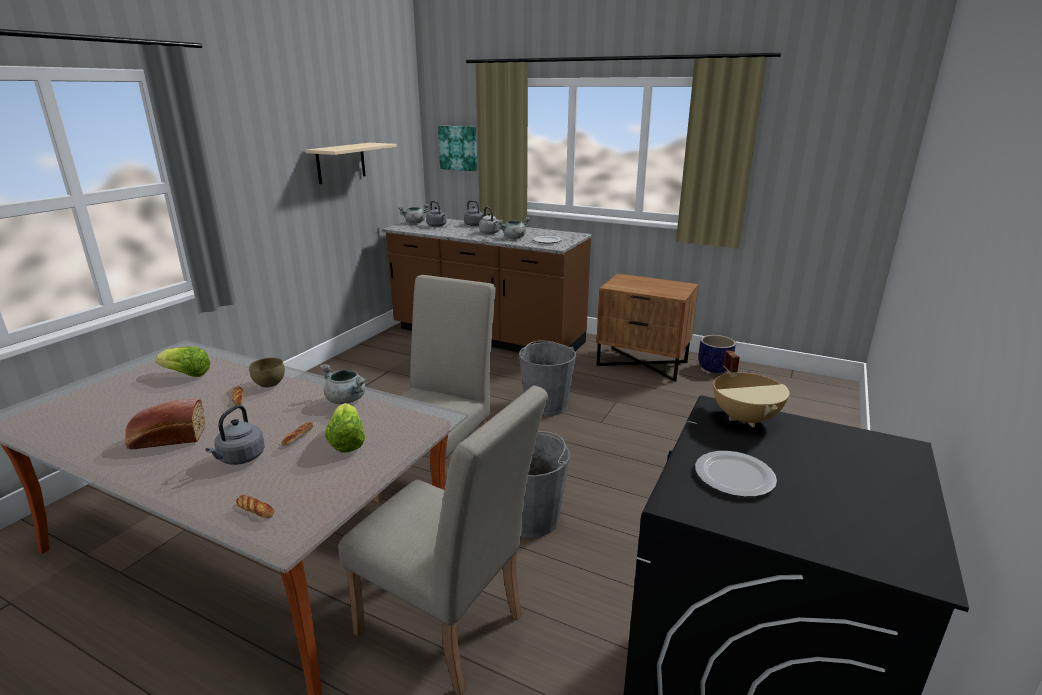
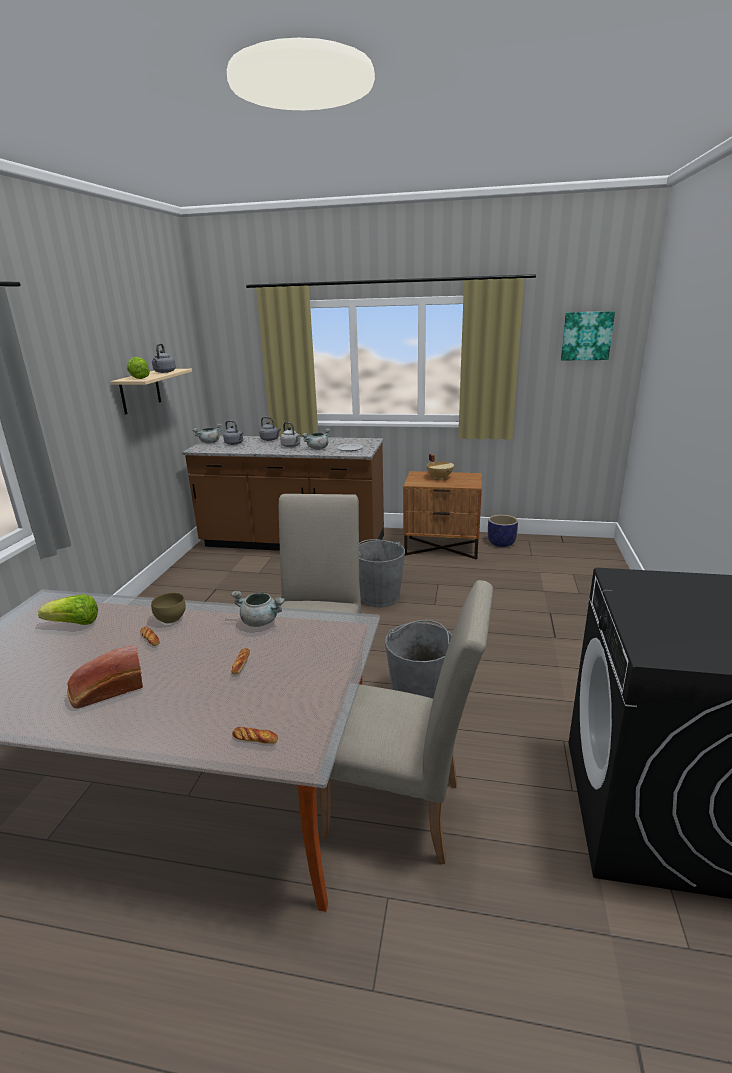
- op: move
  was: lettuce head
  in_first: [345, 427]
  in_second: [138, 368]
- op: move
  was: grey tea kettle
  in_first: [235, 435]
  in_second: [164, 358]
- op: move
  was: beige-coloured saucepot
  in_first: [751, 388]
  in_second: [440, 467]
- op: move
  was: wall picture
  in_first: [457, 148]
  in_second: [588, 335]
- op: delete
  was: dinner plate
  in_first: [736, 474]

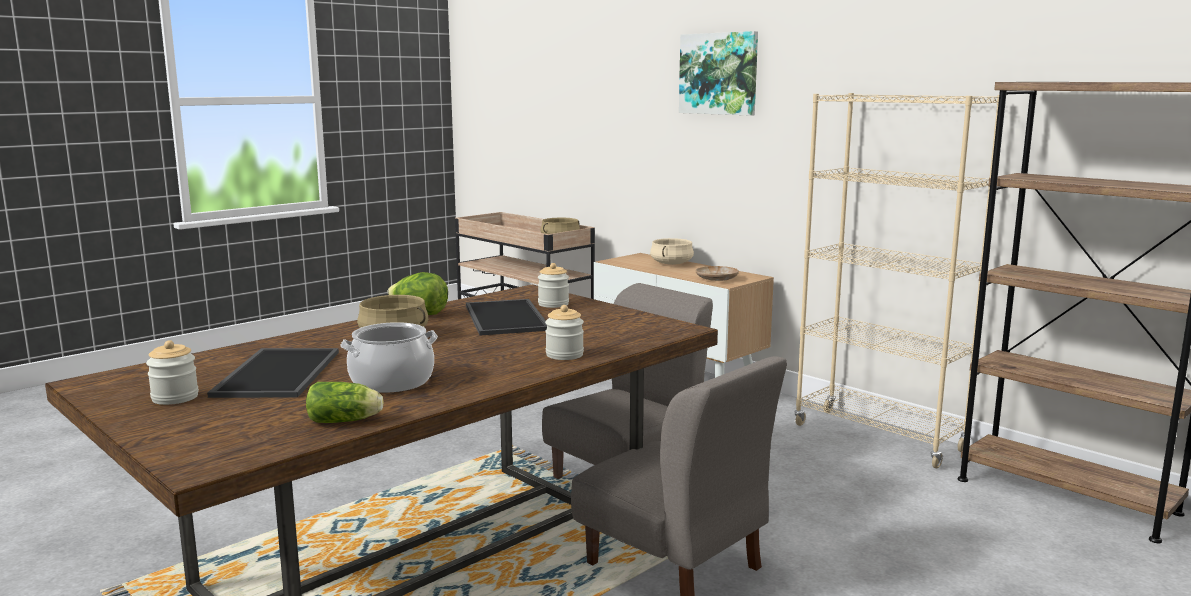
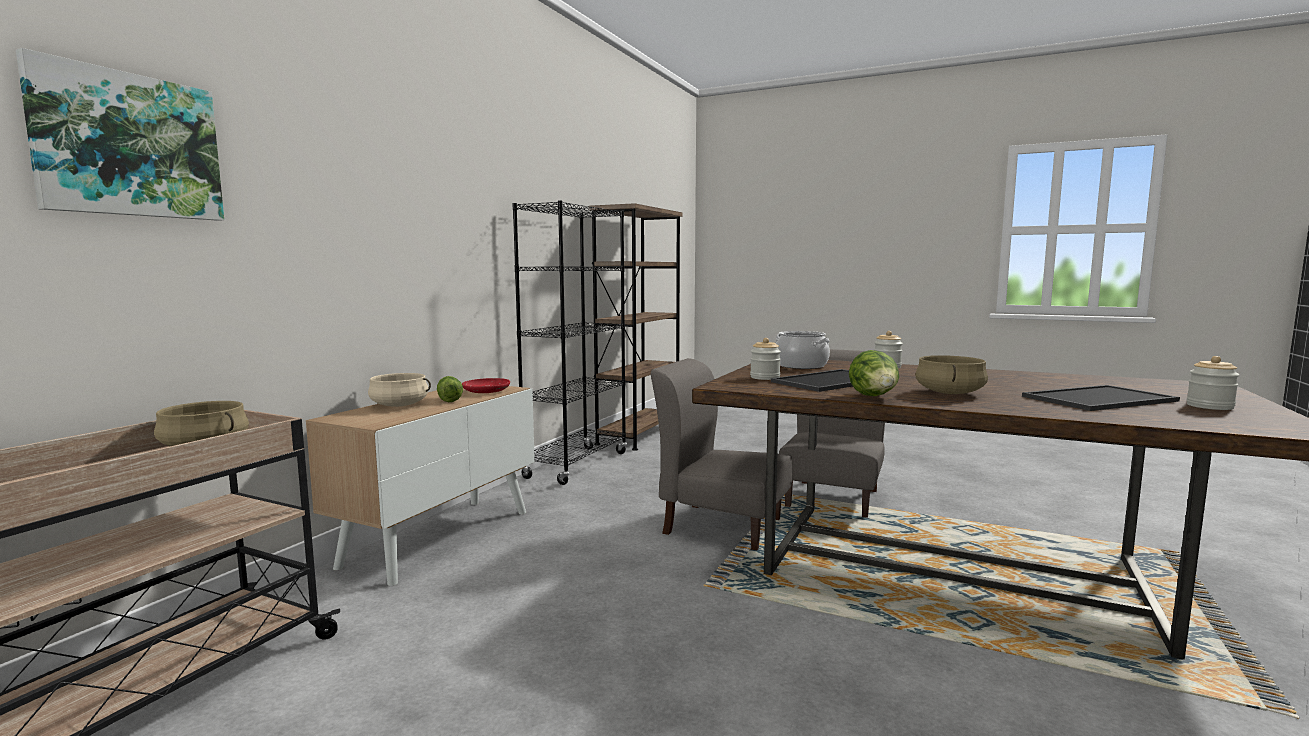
- op: move
  was: wall picture
  in_first: [718, 73]
  in_second: [120, 134]
- op: move
  was: lettuce head
  in_first: [345, 402]
  in_second: [450, 389]
- op: recolor
  was: beige-coloured dinner plate
  now: red dinner plate
  in_first: [717, 273]
  in_second: [486, 385]
- op: recolor
  was: beige-coloured shelving unit
  now: black-coloured shelving unit
  in_first: [896, 280]
  in_second: [569, 342]
- op: move
  was: saucepot
  in_first: [389, 357]
  in_second: [803, 350]

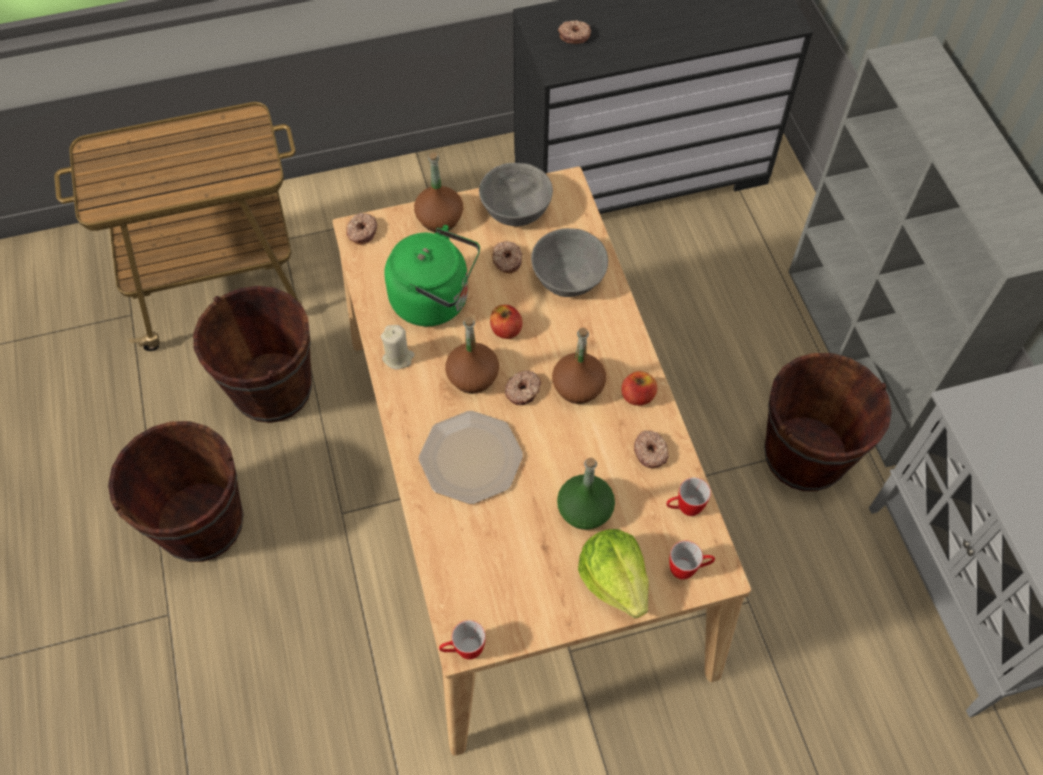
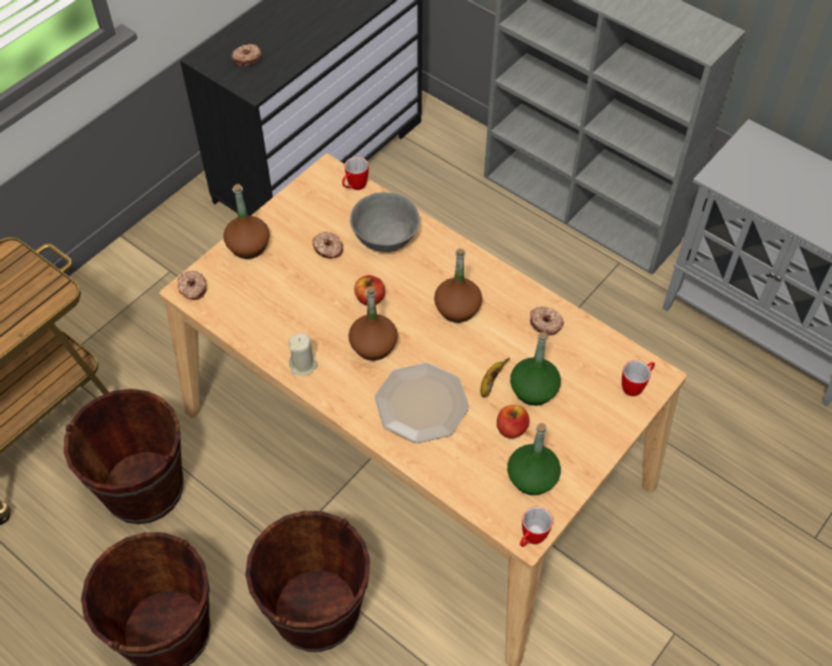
- op: move
  was: brown-coloured bucket
  in_first: [828, 422]
  in_second: [307, 581]
- op: move
  was: tea mug
  in_first: [688, 496]
  in_second: [355, 173]
- op: insert
  now: whole banana
  in_second: [495, 377]
- op: move
  was: whole apple
  in_first: [639, 388]
  in_second: [513, 422]
- op: insert
  now: green bottle
  in_second: [534, 459]
- op: delete
  was: green tea kettle
  in_first: [432, 275]
- op: delete
  was: grey bowl
  in_first: [516, 194]
- op: delete
  was: donut
  in_first: [523, 387]
- op: delete
  was: lettuce head
  in_first: [613, 573]

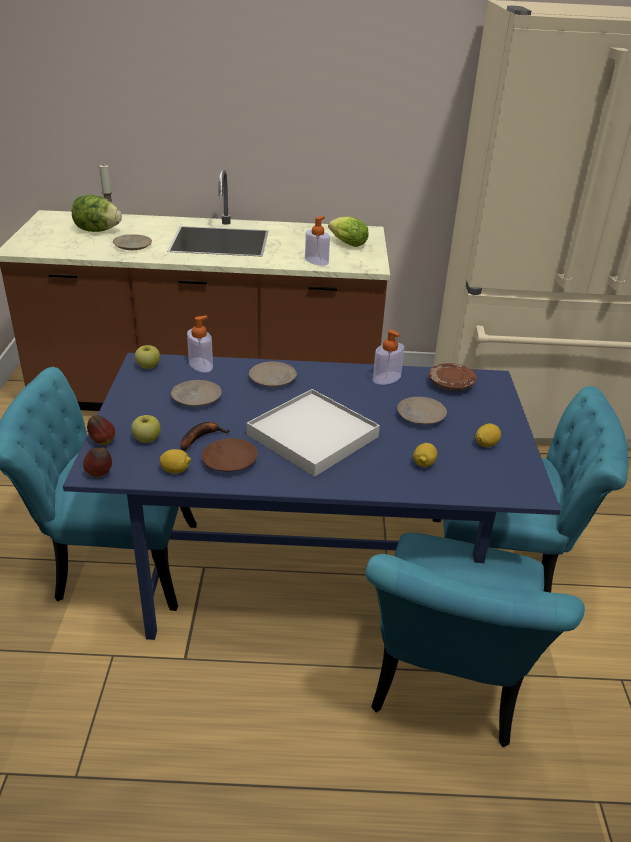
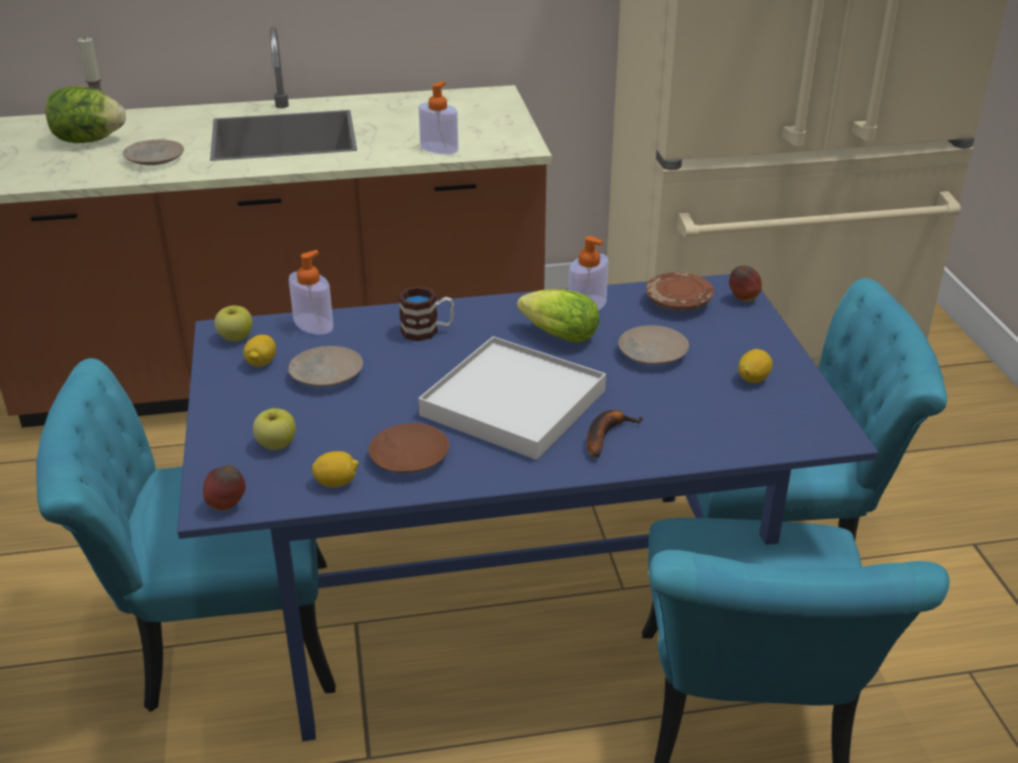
- op: move
  was: whole lemon
  in_first: [425, 455]
  in_second: [259, 351]
- op: replace
  was: beige-coloured dinner plate
  now: tea mug
  in_first: [273, 374]
  in_second: [426, 313]
- op: move
  was: lettuce head
  in_first: [348, 231]
  in_second: [558, 316]
- op: move
  was: whole banana
  in_first: [205, 436]
  in_second: [614, 434]
- op: move
  was: whole apple
  in_first: [101, 430]
  in_second: [745, 283]

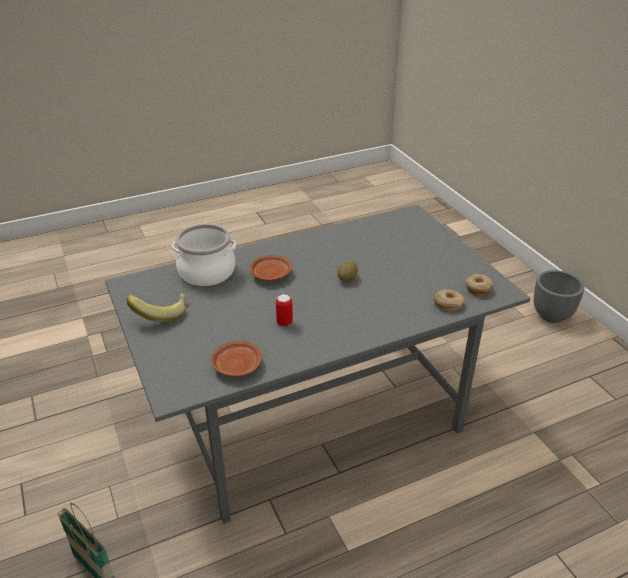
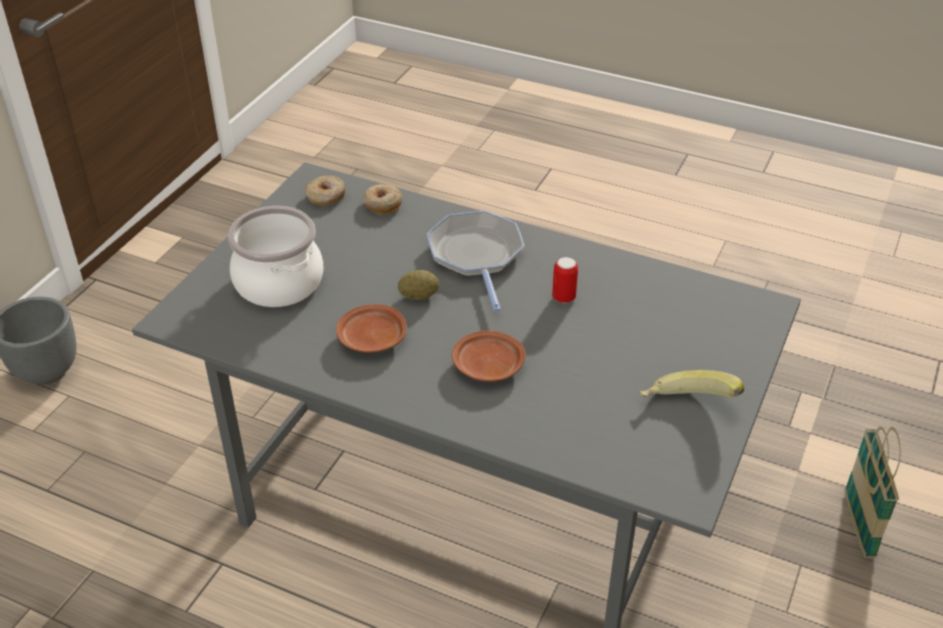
- op: move
  was: saucepot
  in_first: [204, 254]
  in_second: [276, 256]
- op: move
  was: brown-coloured dinner plate
  in_first: [236, 359]
  in_second: [371, 328]
- op: insert
  now: skillet
  in_second: [476, 261]

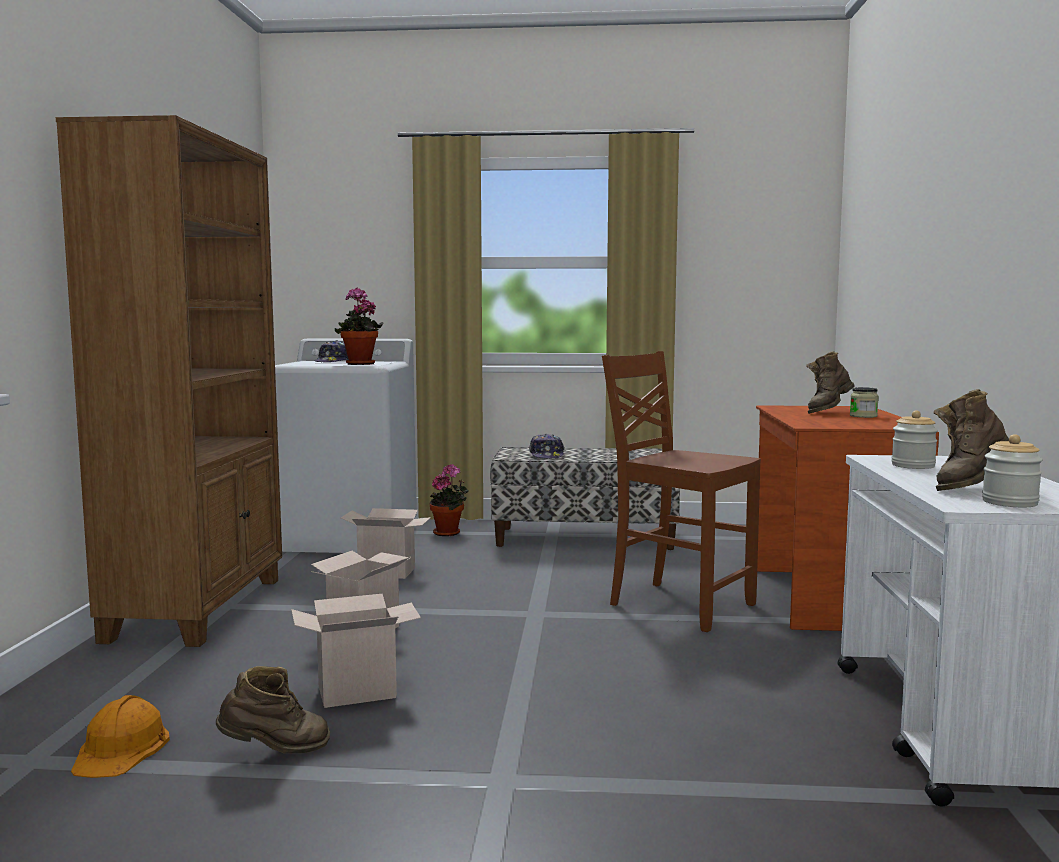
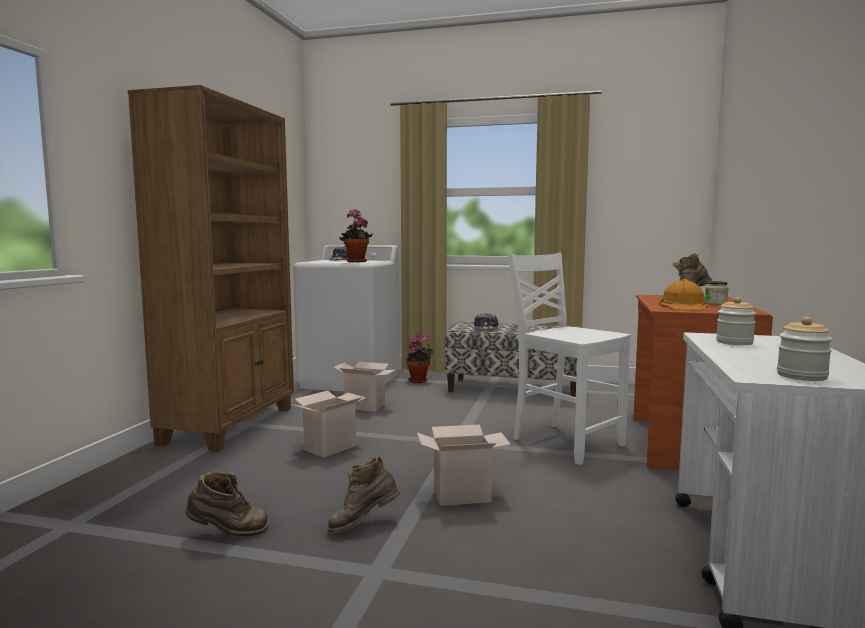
- op: move
  was: brown-coloured tall boot
  in_first: [971, 440]
  in_second: [363, 495]
- op: move
  was: carton
  in_first: [356, 651]
  in_second: [464, 465]
- op: recolor
  was: brown-coloured plain chair
  now: whitish plain chair
  in_first: [681, 491]
  in_second: [569, 359]
- op: move
  was: orange-coloured safety helmet
  in_first: [120, 736]
  in_second: [683, 294]

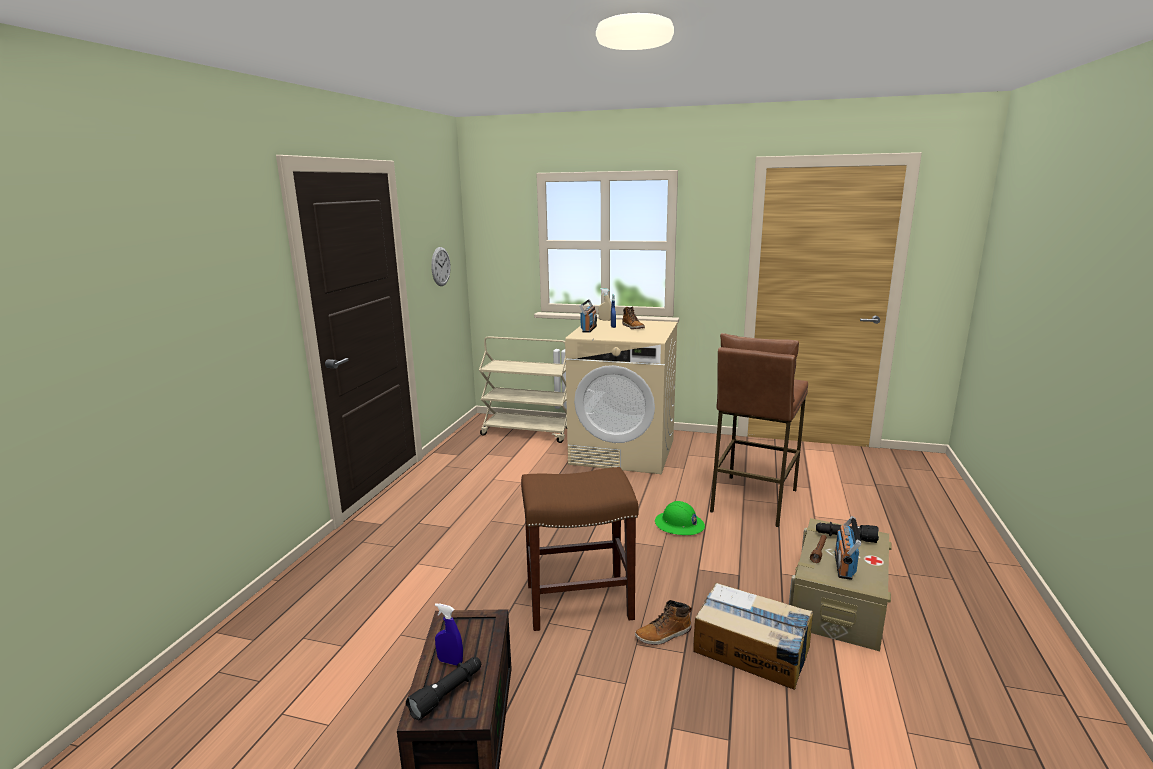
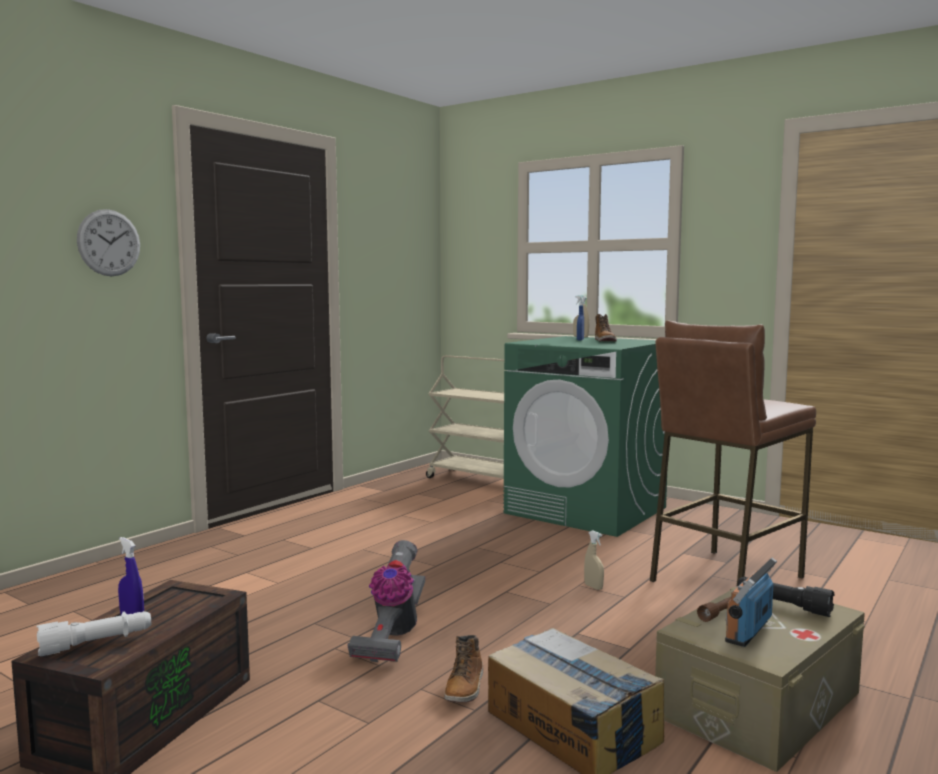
- op: recolor
  was: black-coloured torch
  now: whitish torch
  in_first: [443, 689]
  in_second: [93, 633]
- op: move
  was: clock on the wall
  in_first: [441, 266]
  in_second: [108, 242]
- op: replace
  was: brown-coloured stool
  now: hoover
  in_first: [580, 549]
  in_second: [386, 601]
- op: rotate
  was: tall boot
  in_first: [663, 622]
  in_second: [463, 669]
  clockwise: -75
- op: recolor
  was: beige-coloured laundry machine
  now: green laundry machine
  in_first: [621, 396]
  in_second: [585, 436]
- op: replace
  was: green safety helmet
  now: beige-coloured hand sprayer
  in_first: [680, 518]
  in_second: [594, 560]
- op: delete
  was: radio receiver
  in_first: [588, 316]

